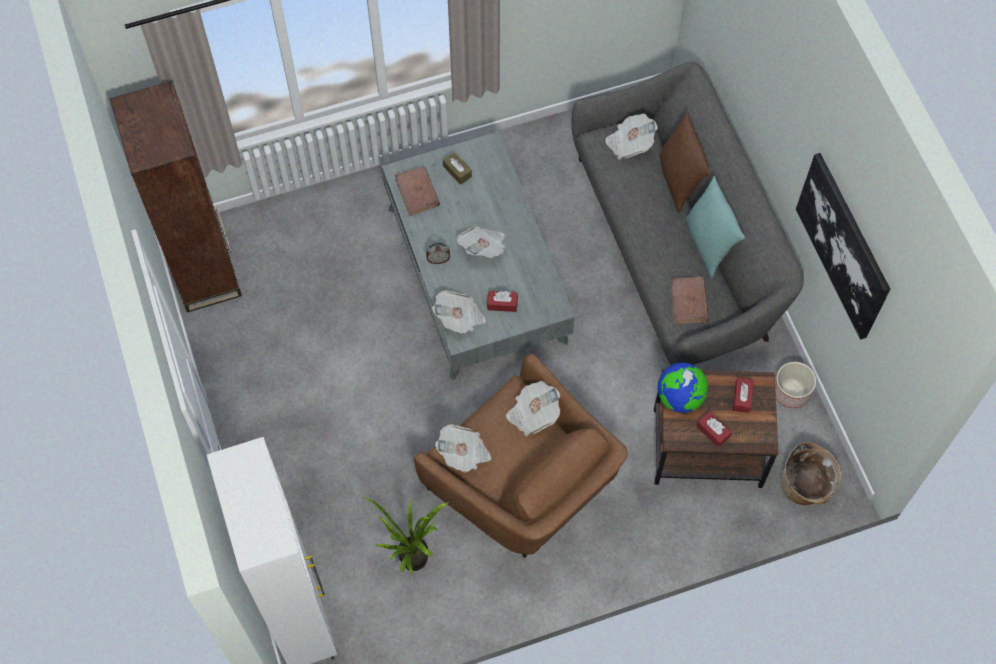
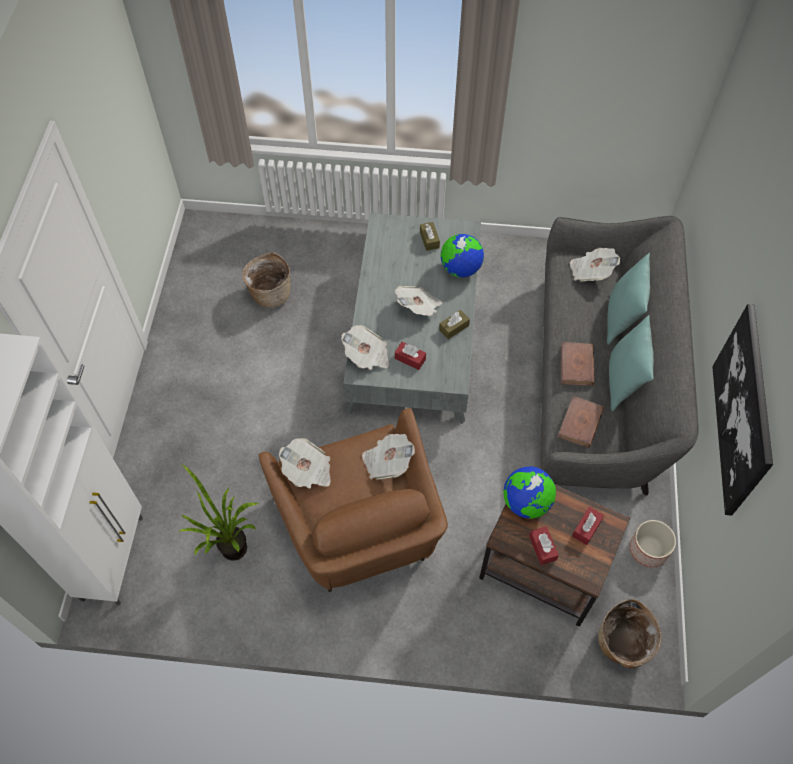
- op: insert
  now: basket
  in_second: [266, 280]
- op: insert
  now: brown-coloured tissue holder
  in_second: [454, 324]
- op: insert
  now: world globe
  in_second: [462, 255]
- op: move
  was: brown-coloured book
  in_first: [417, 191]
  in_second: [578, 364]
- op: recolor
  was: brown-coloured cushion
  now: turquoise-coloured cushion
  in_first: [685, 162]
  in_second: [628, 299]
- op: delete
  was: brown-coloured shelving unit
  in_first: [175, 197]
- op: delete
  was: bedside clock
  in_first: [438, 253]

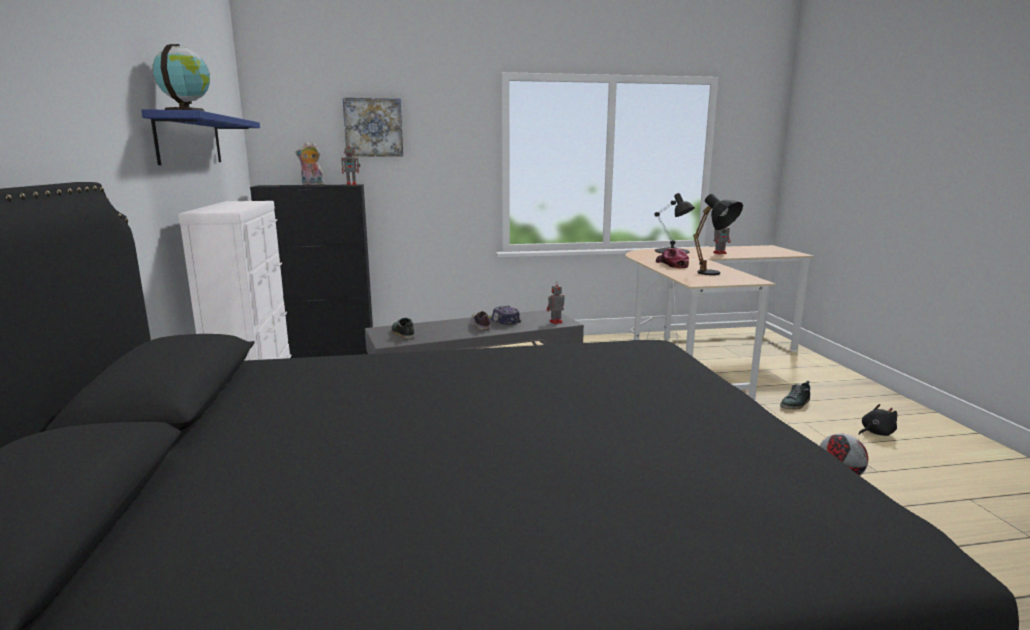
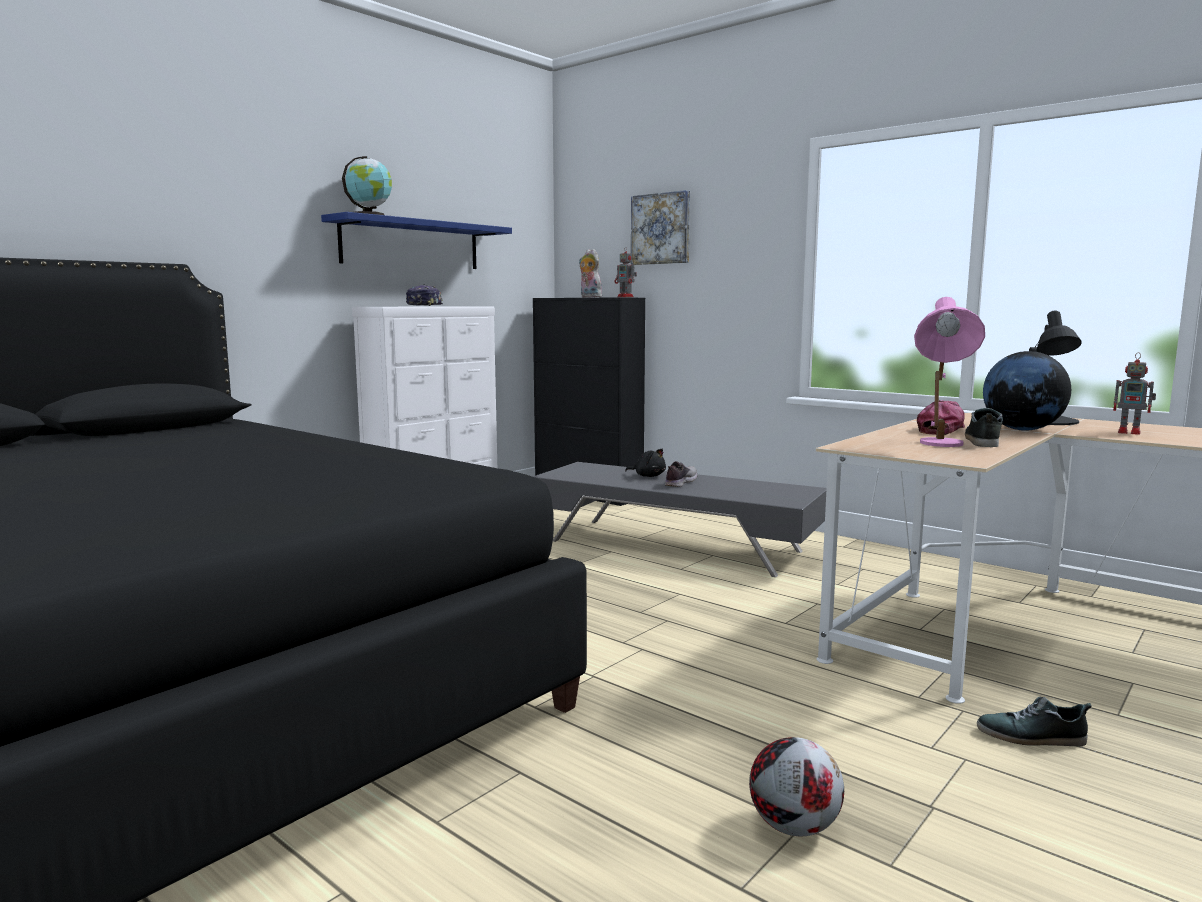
- op: move
  was: peaked cap
  in_first: [504, 315]
  in_second: [424, 295]
- op: move
  was: black-coloured soft toy
  in_first: [878, 420]
  in_second: [645, 463]
- op: recolor
  was: black-coloured tabletop lamp
  now: pink tabletop lamp
  in_first: [718, 234]
  in_second: [949, 372]
- op: move
  was: item of footwear
  in_first: [403, 328]
  in_second: [984, 427]
- op: insert
  now: world globe
  in_second: [1027, 391]
- op: delete
  was: toy robot
  in_first: [556, 302]

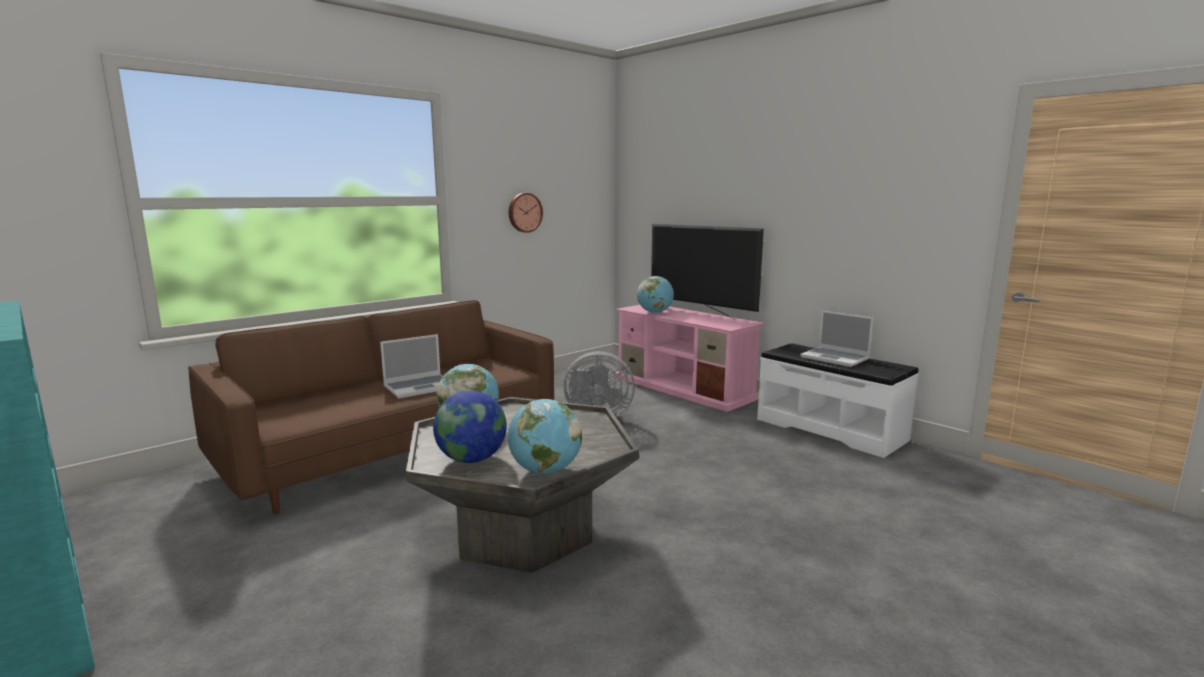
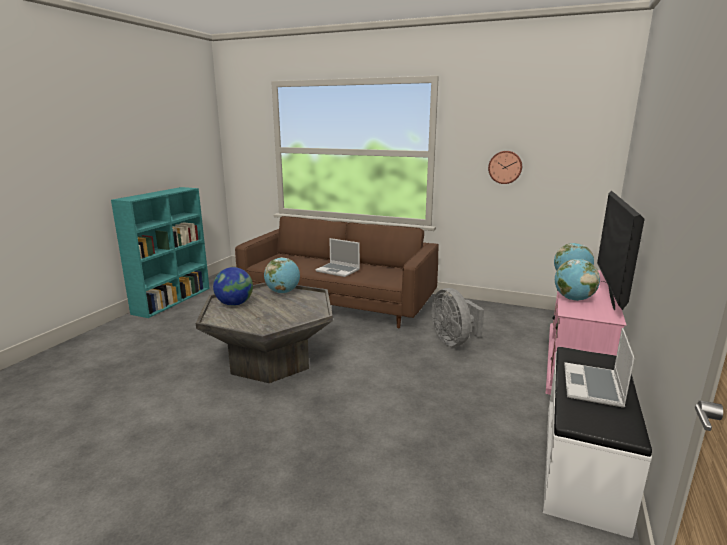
- op: move
  was: world globe
  in_first: [545, 436]
  in_second: [577, 280]

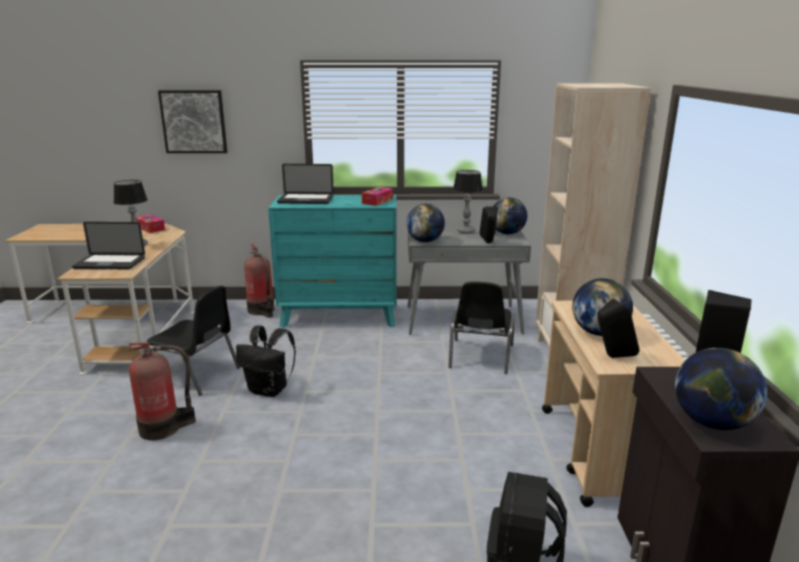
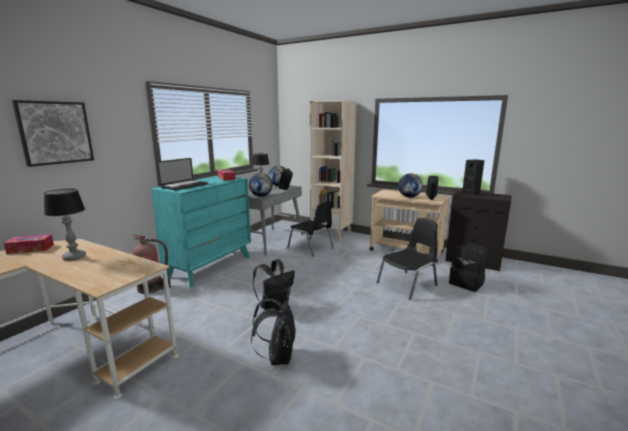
- op: replace
  was: fire extinguisher
  now: black-coloured rucksack
  in_first: [162, 391]
  in_second: [273, 331]
- op: move
  was: black-coloured plain chair
  in_first: [193, 341]
  in_second: [407, 259]
- op: delete
  was: notebook computer
  in_first: [108, 245]
- op: delete
  was: world globe
  in_first: [721, 389]

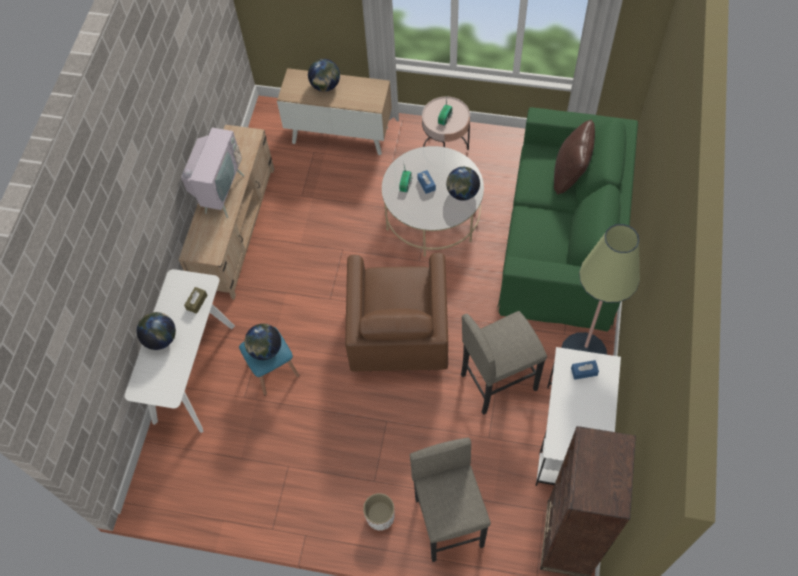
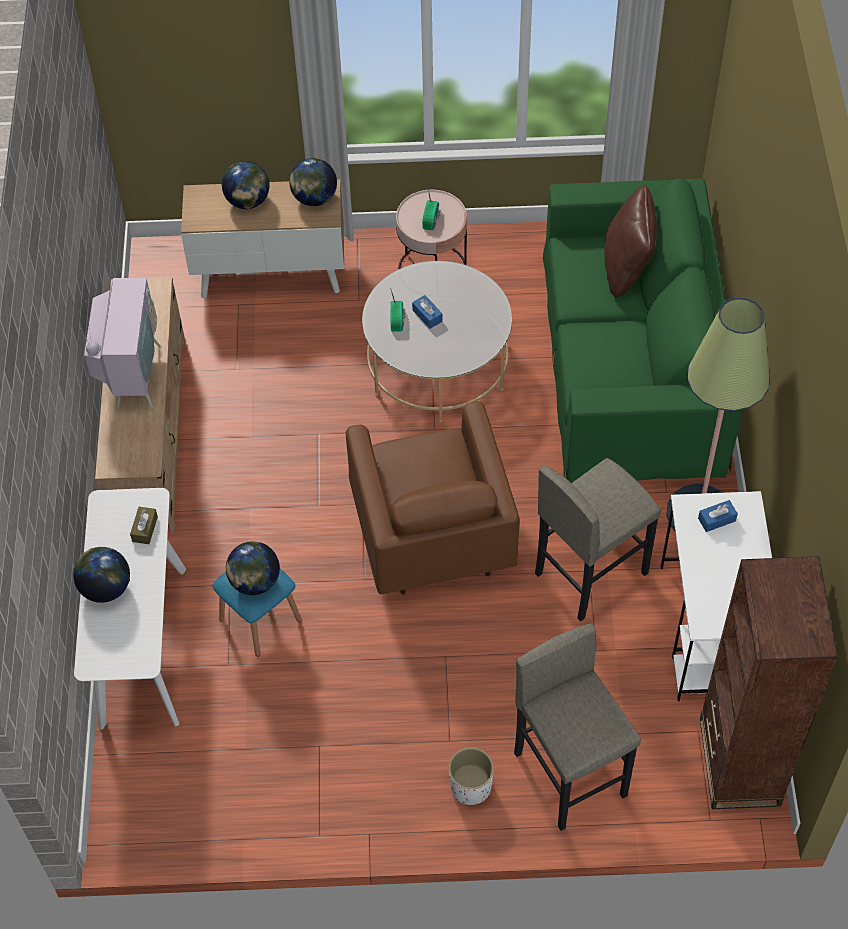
- op: move
  was: world globe
  in_first: [463, 184]
  in_second: [313, 182]

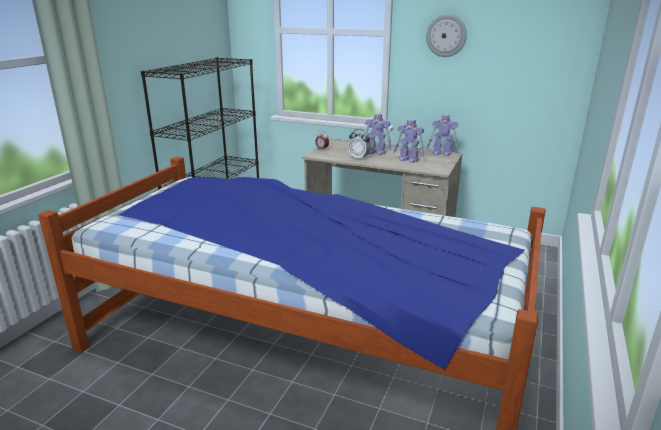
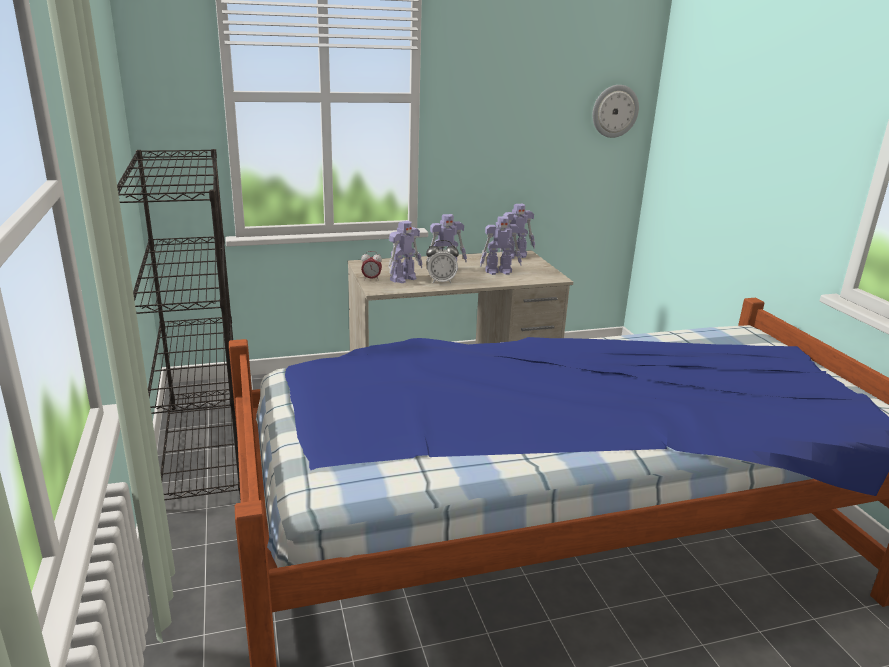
- op: insert
  now: toy robot
  in_second: [405, 252]
- op: move
  was: clock on the wall
  in_first: [446, 35]
  in_second: [615, 111]

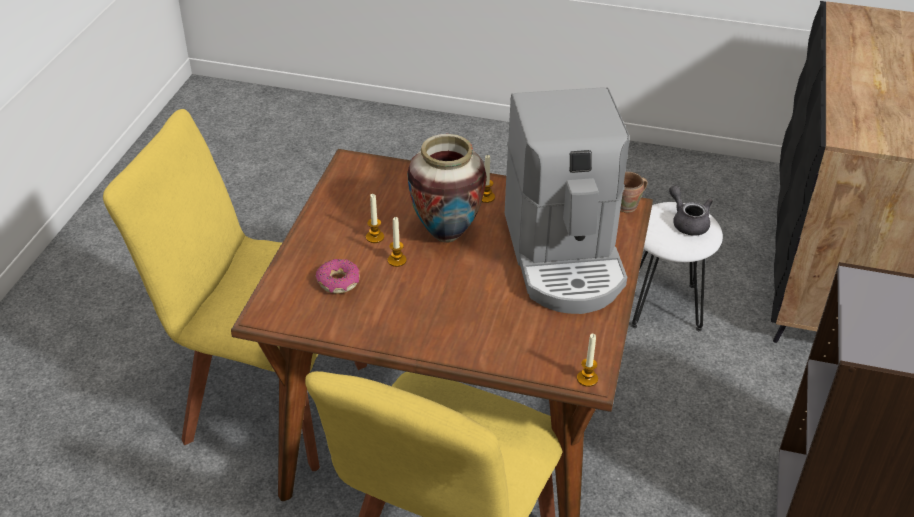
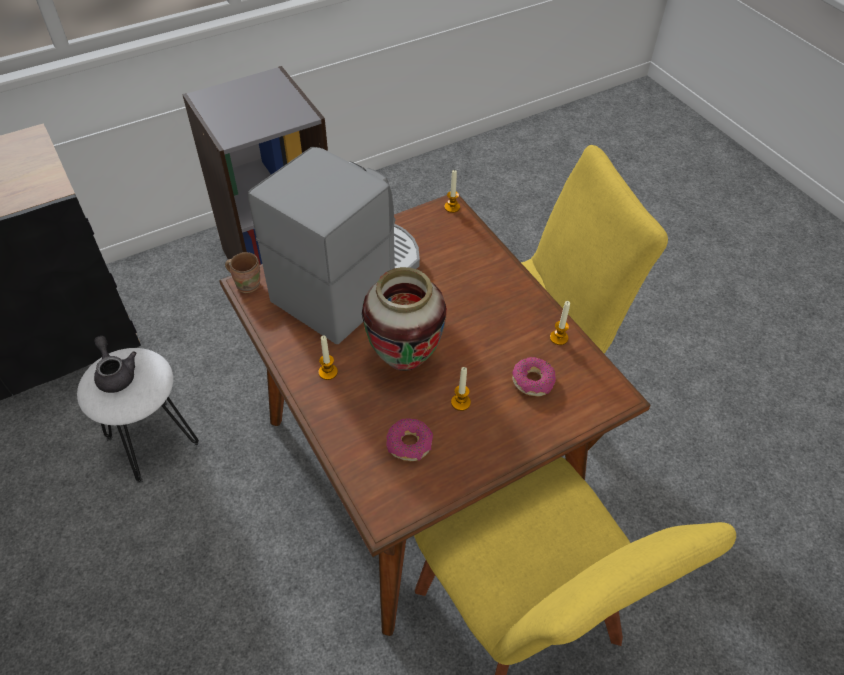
- op: rotate
  was: grey teapot
  in_first: [690, 210]
  in_second: [115, 364]
  clockwise: 135
- op: insert
  now: donut
  in_second: [409, 440]
- op: move
  was: candle
  in_first: [397, 242]
  in_second: [560, 323]

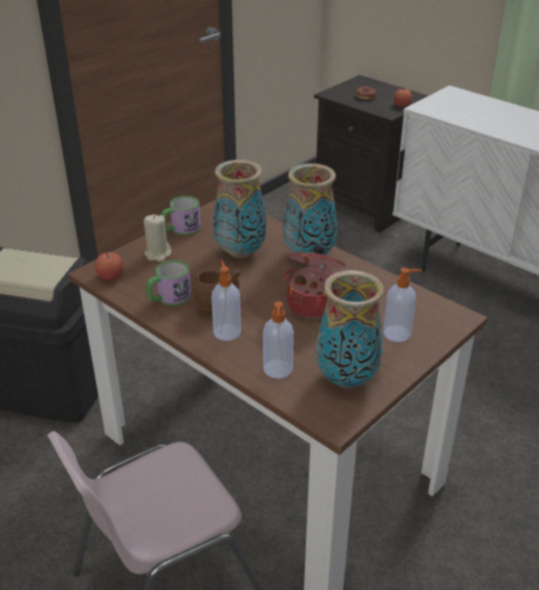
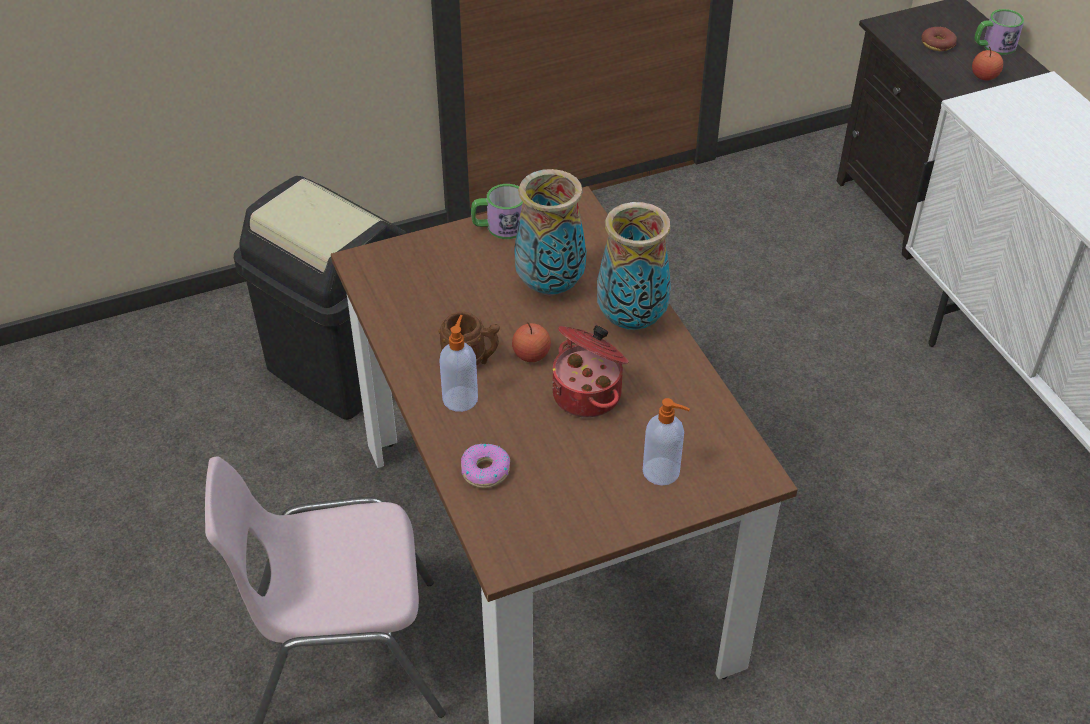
- op: replace
  was: liquid soap bottle
  now: donut
  in_first: [278, 340]
  in_second: [485, 466]
- op: move
  was: whole apple
  in_first: [109, 265]
  in_second: [531, 342]
- op: move
  was: tea mug
  in_first: [168, 283]
  in_second: [999, 32]
- op: delete
  was: beige-coloured candle
  in_first: [157, 238]
- op: delete
  was: decorative vase
  in_first: [350, 329]

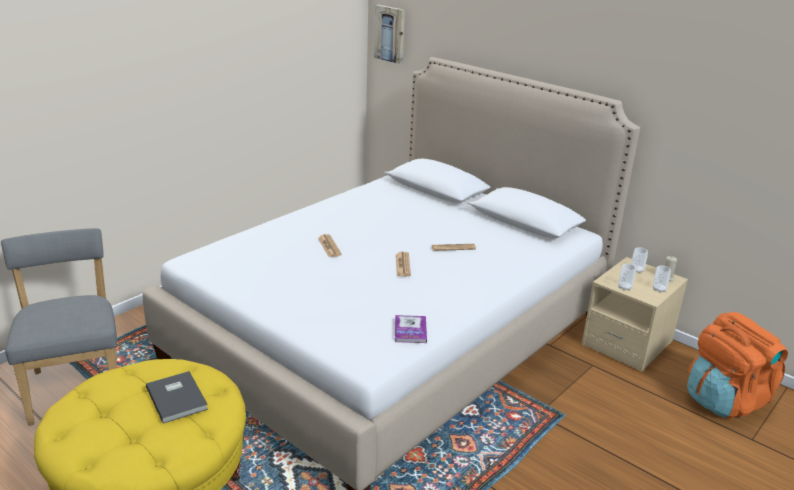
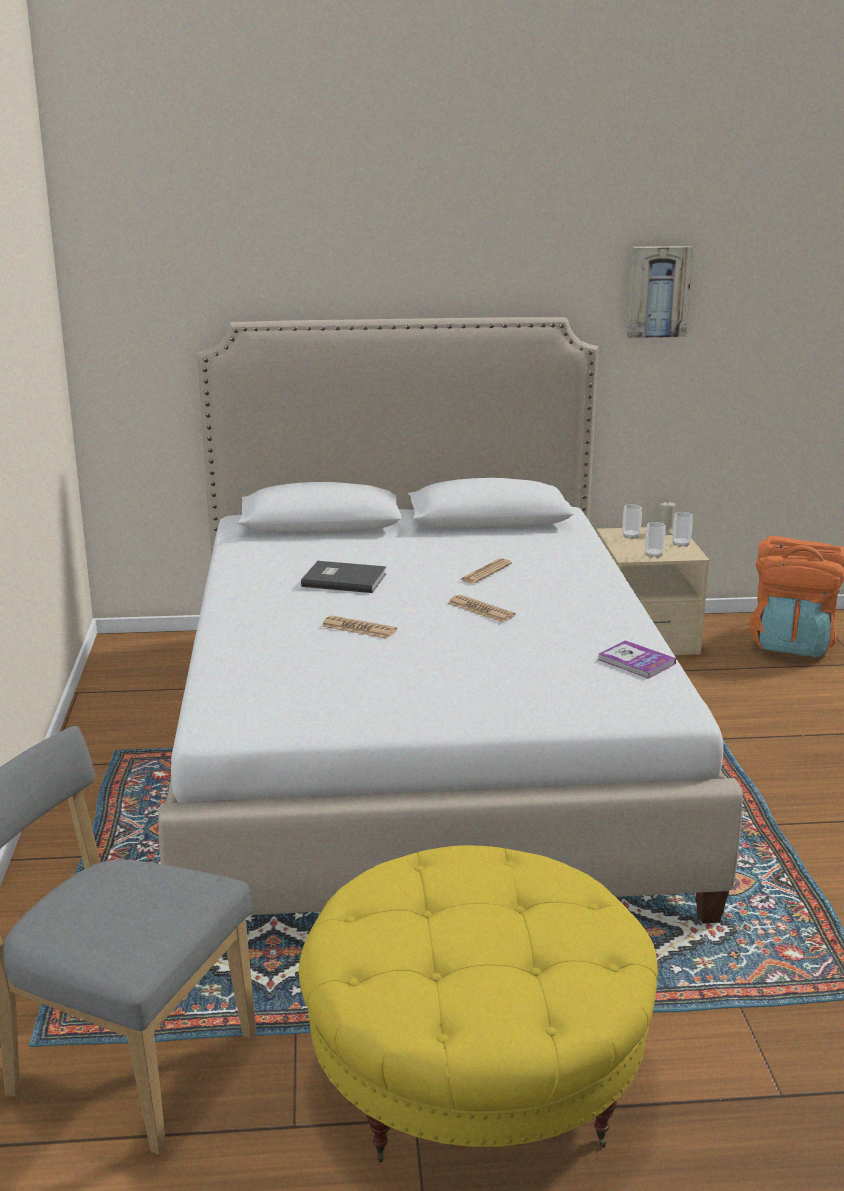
- op: move
  was: grey book
  in_first: [177, 397]
  in_second: [343, 577]
- op: move
  was: wall picture
  in_first: [389, 34]
  in_second: [660, 292]

